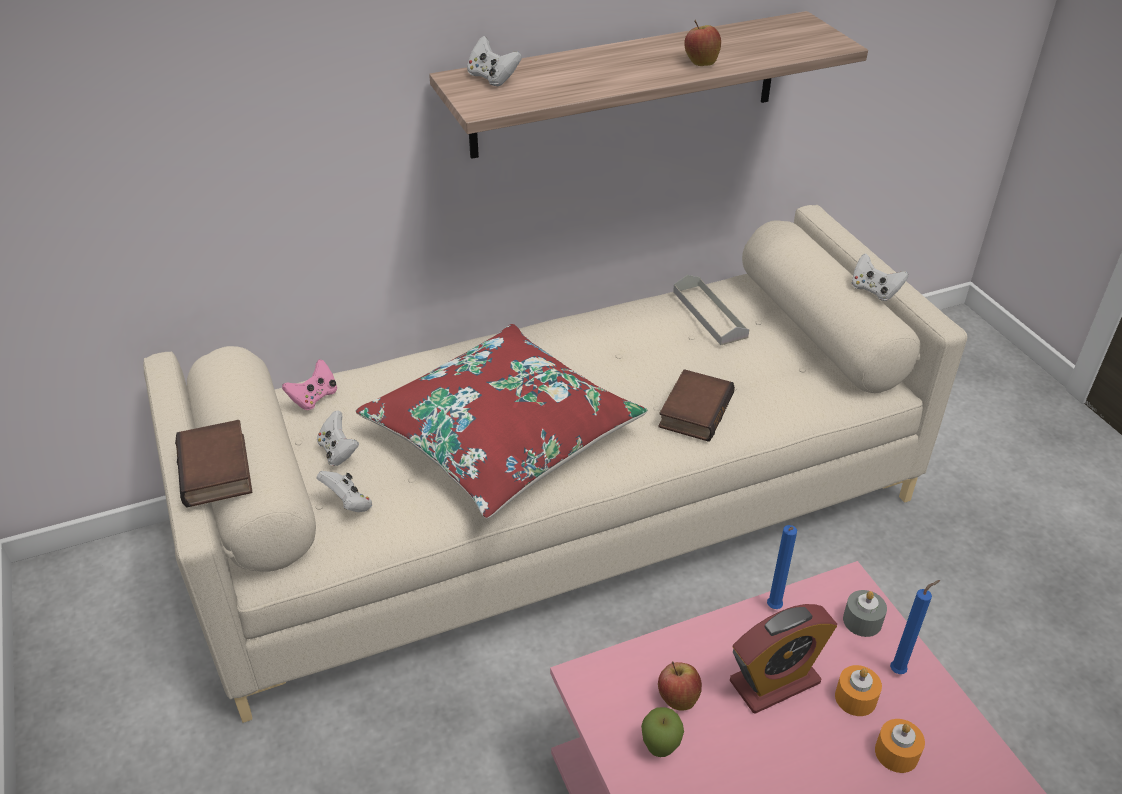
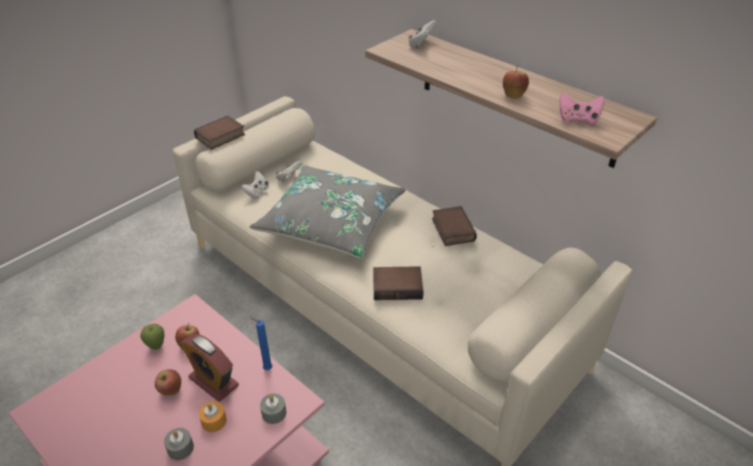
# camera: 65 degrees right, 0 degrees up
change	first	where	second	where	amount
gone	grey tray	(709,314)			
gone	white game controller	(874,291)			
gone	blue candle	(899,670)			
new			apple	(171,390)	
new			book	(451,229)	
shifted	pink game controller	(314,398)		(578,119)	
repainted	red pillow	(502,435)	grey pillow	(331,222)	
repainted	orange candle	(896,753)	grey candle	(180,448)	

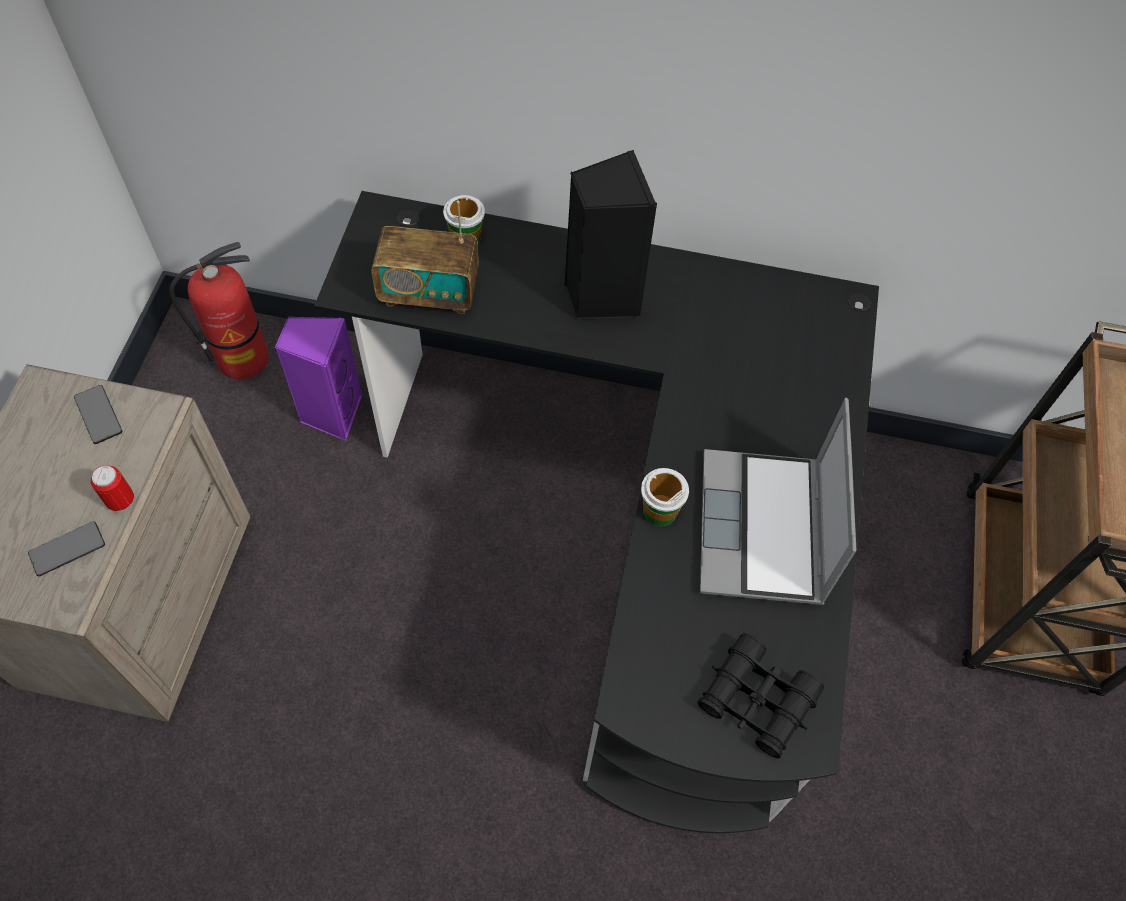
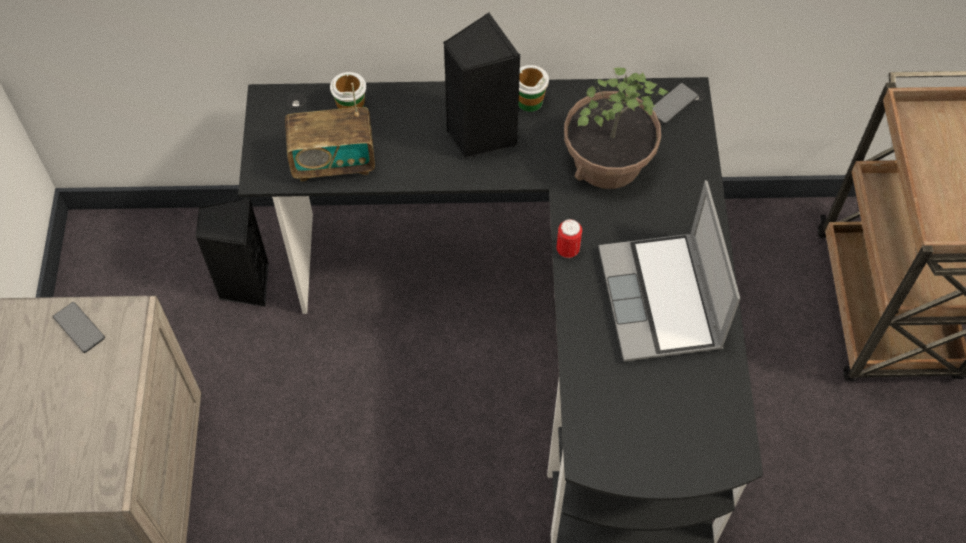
# camera: 10 degrees left, 0 degrees up
change	first	where	second	where	amount
gone	fire extinguisher	(243,359)			
gone	black binoculars	(757,700)			
new			potted plant	(607,161)	
shifted	phone	(67,549)		(673,104)	
shifted	can	(121,501)		(567,250)	
shifted	cup	(659,510)		(529,101)	
repainted	purple speaker	(331,412)	black speaker	(244,284)	

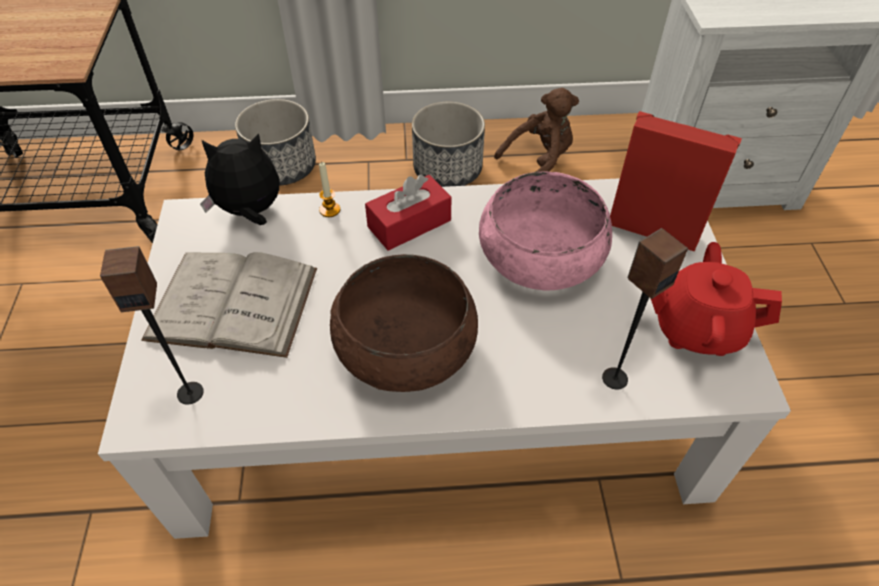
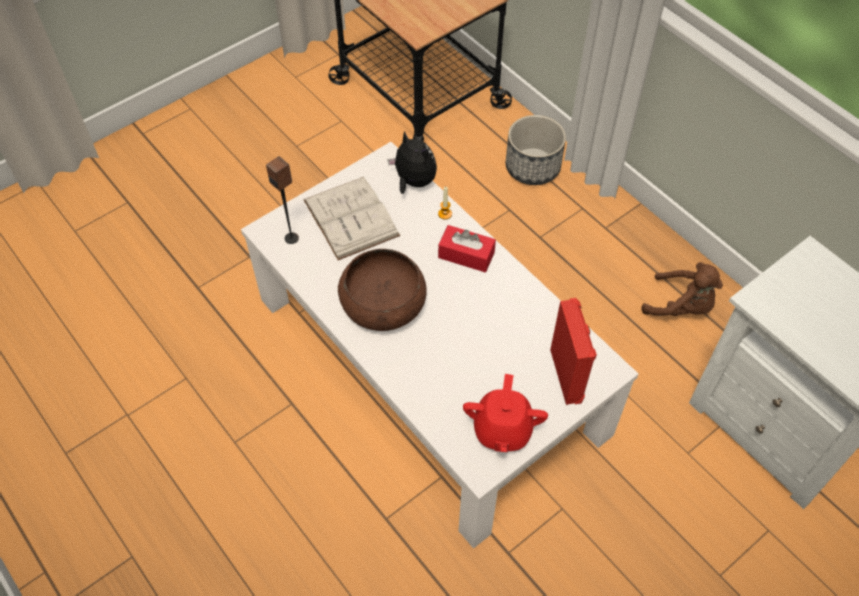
# camera: 55 degrees right, 5 degrees up
change	first	where	second	where	amount
gone	planter	(447,169)			
gone	pink bowl	(541,254)			
gone	speaker	(614,378)			
rotated	red teapot	(696,329)		(502,430)	150 degrees counterclockwise

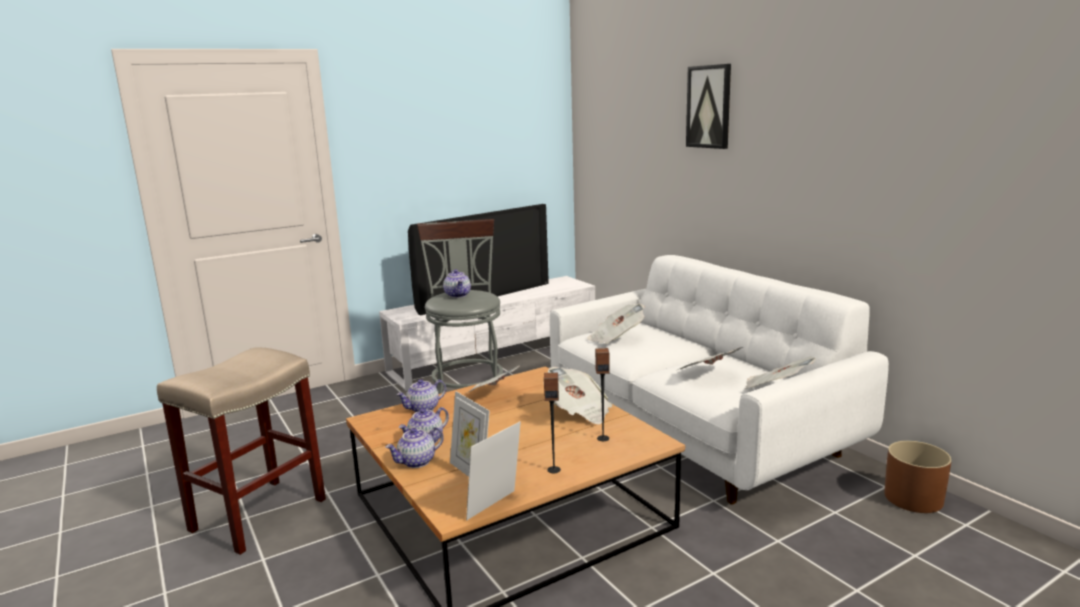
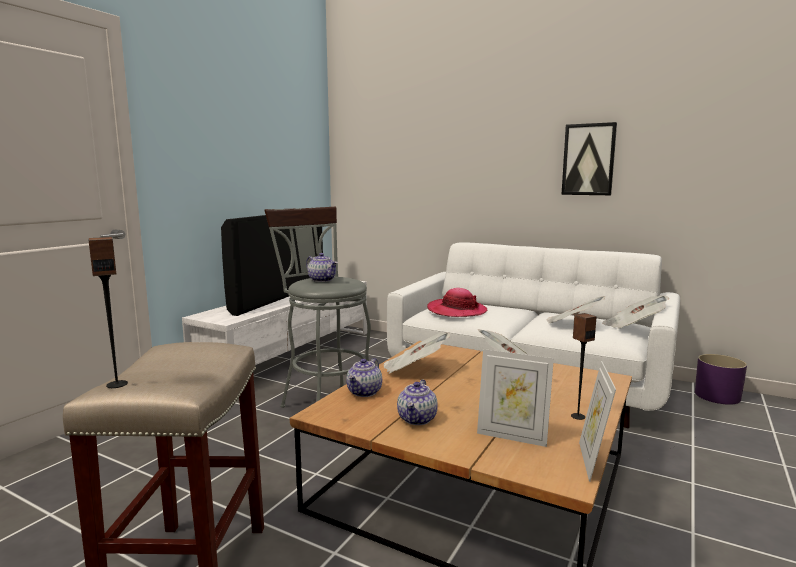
# camera: 30 degrees left, 5 degrees down
change	first	where	second	where	amount
gone	teapot	(417,462)			
shifted	speaker	(603,438)		(117,384)	
shifted	picture	(709,107)		(588,159)	
swapped	newspaper	(616,338)	hat	(456,311)	
repainted	brown planter	(914,498)	purple planter	(717,396)	

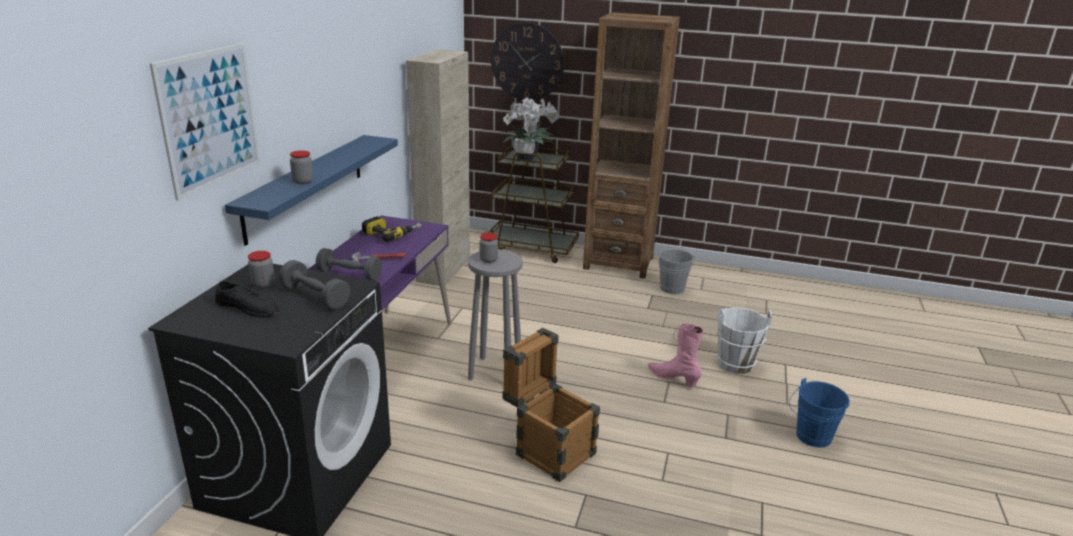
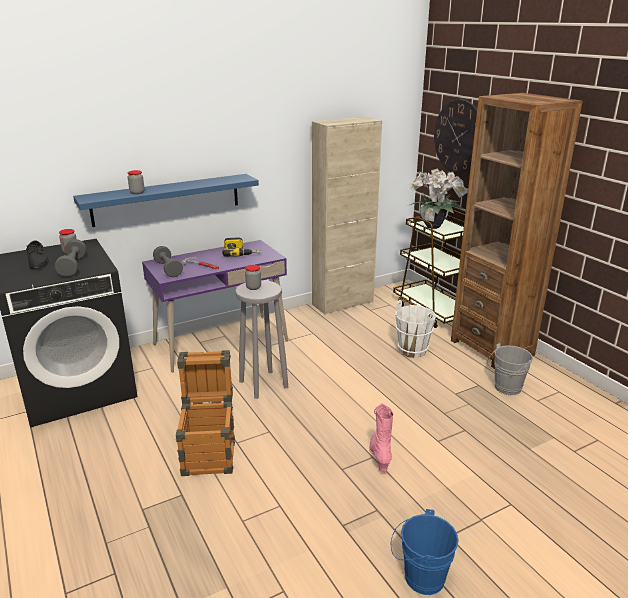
# camera: 45 degrees right, 0 degrees up
change	first	where	second	where	amount
gone	picture	(210,118)			
shifted	white bucket	(735,364)		(412,350)	

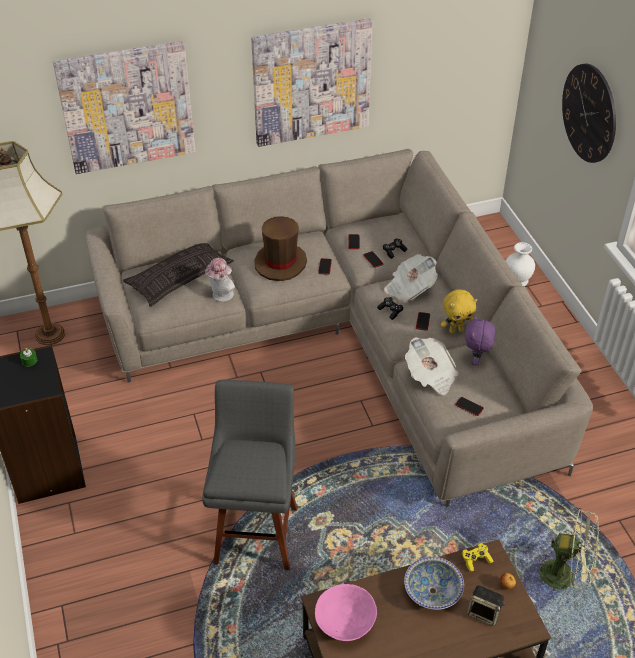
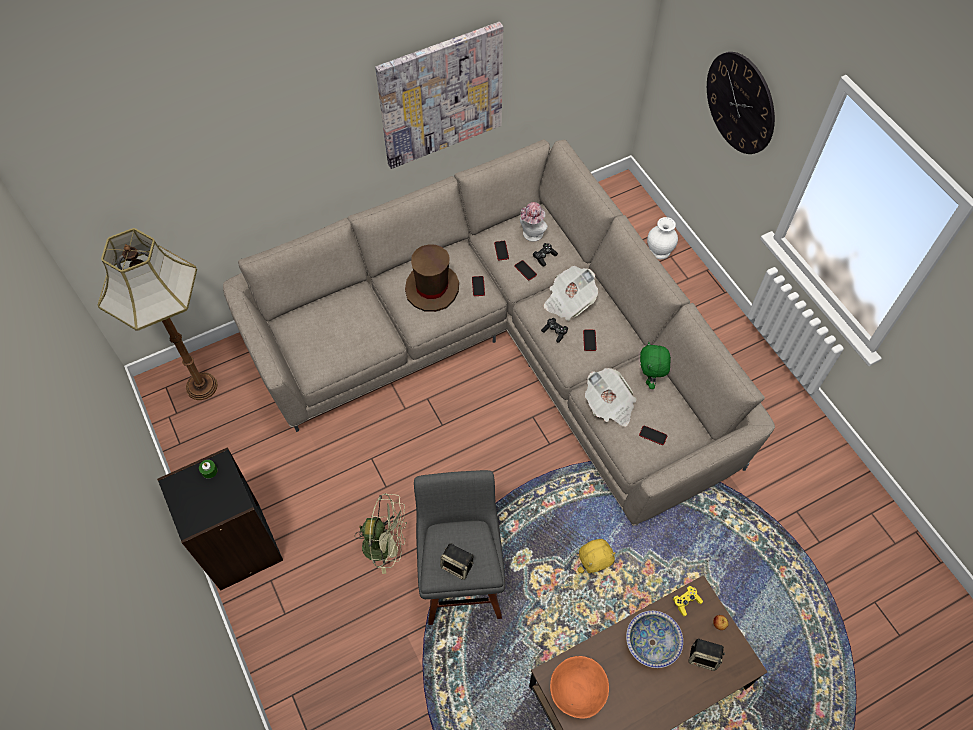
# camera: 10 degrees left, 15 degrees up
change	first	where	second	where	amount
gone	picture	(127,107)			
gone	pillow	(179,277)			
new			speaker	(458,566)	
shifted	hat	(221,296)		(531,235)	
shifted	yellow plush toy	(456,330)		(593,567)	
shifted	green fan	(565,576)		(385,545)	
repainted	pink bowl	(345,621)	orange bowl	(578,690)	
repainted	purple plush toy	(476,360)	green plush toy	(650,379)	

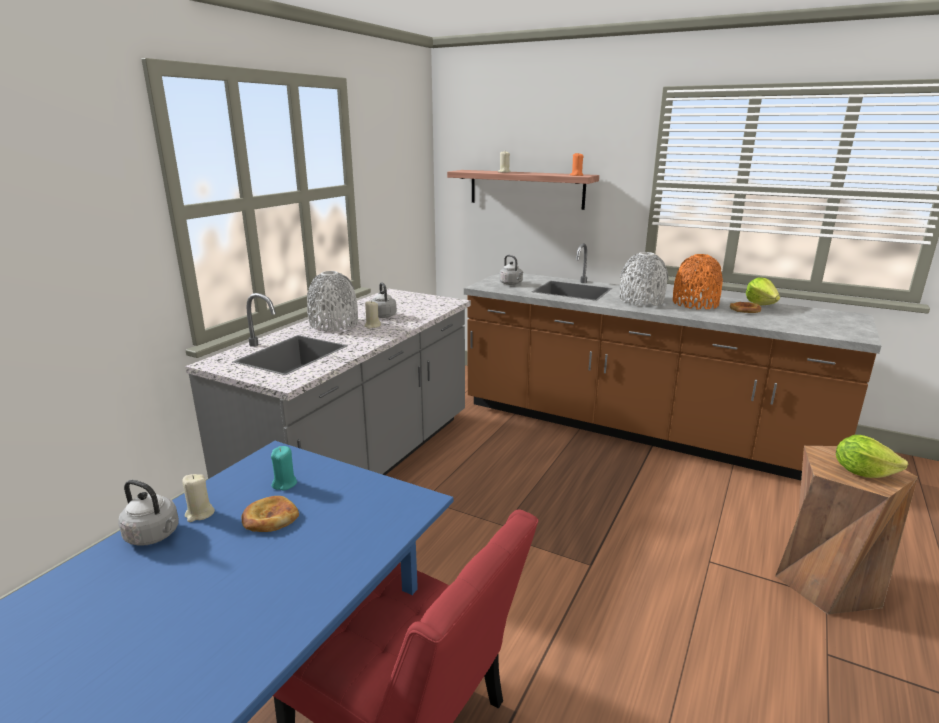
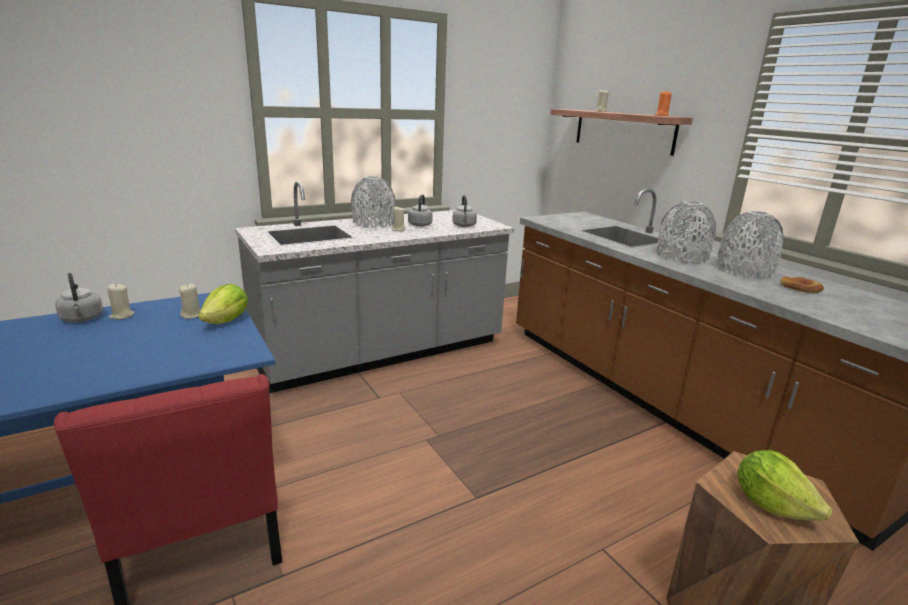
# camera: 30 degrees right, 0 degrees up
change	first	where	second	where	amount
gone	bread	(270,518)			
shifted	grey kettle	(512,284)		(464,226)	
shifted	lettuce	(760,304)		(227,321)	
repainted	turquoise candle	(284,484)	beige candle	(192,315)	
repainted	orange vase	(695,303)	grey vase	(744,270)	

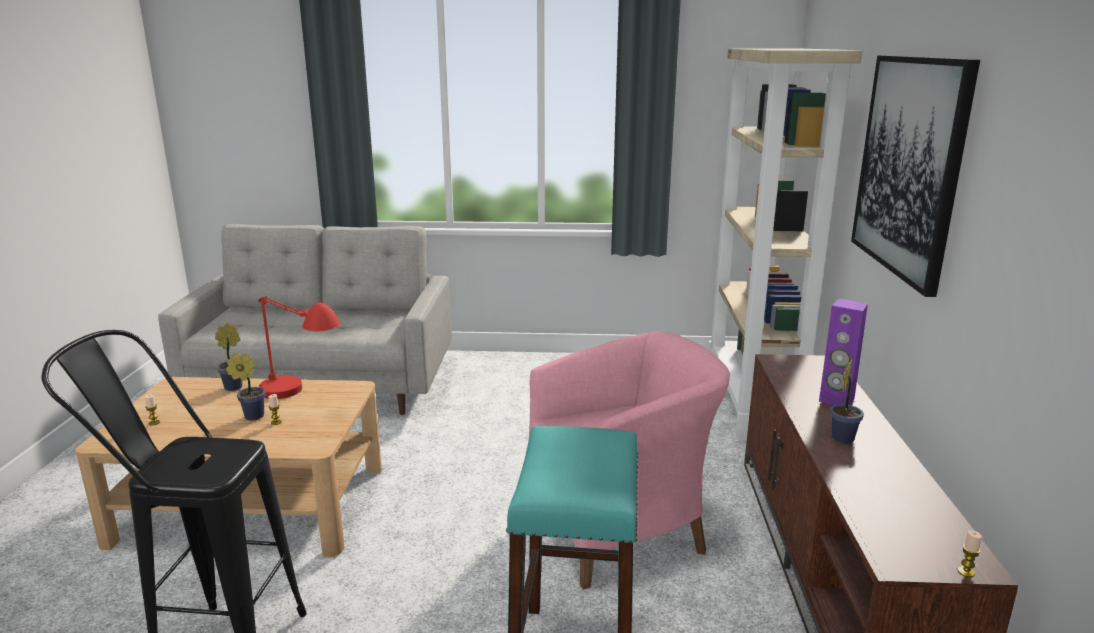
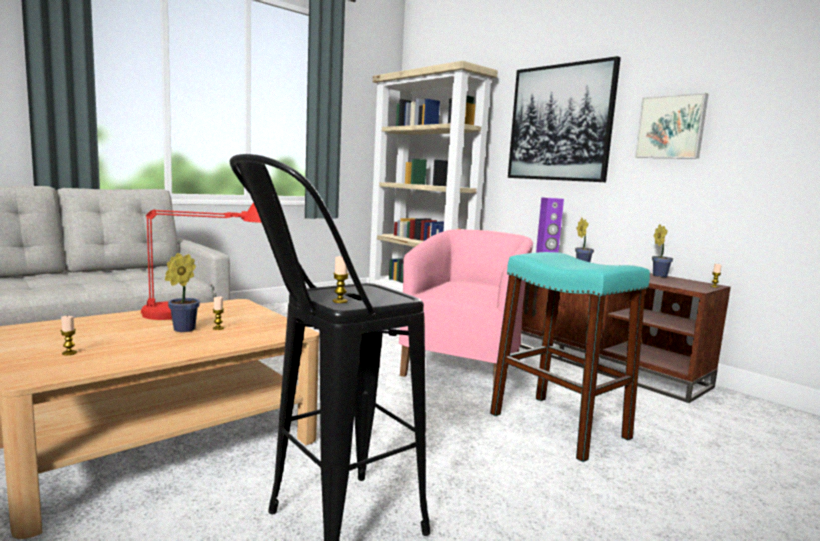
# camera: 45 degrees left, 10 degrees down
change	first	where	second	where	amount
new			candle	(340,301)	
new			picture	(671,127)	
shifted	potted plant	(235,386)		(658,276)	

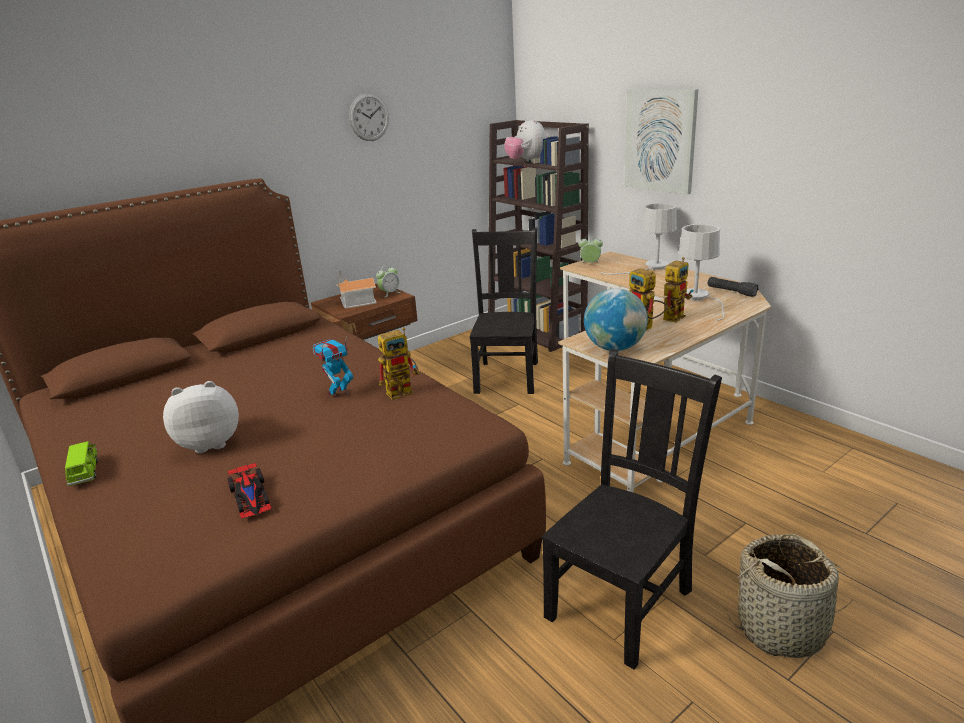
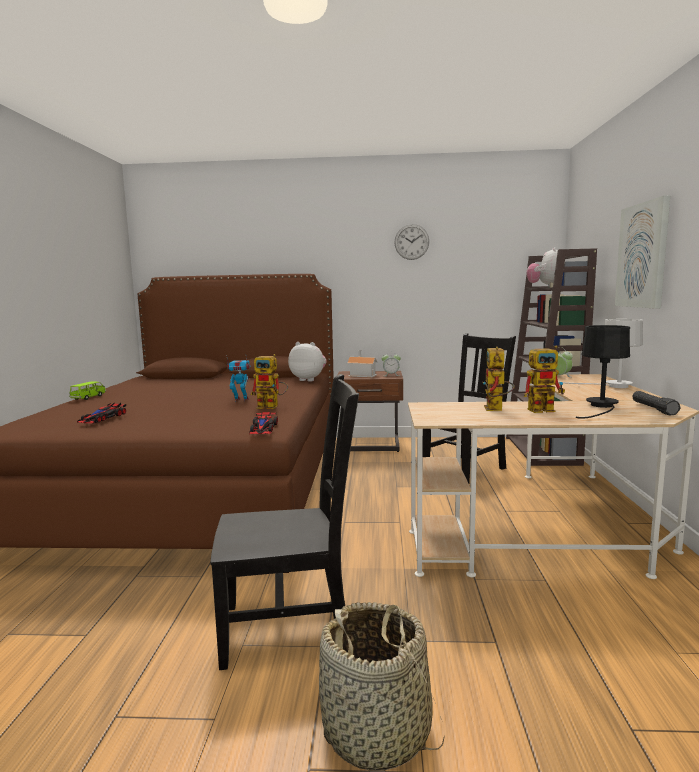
# camera: 40 degrees right, 15 degrees down
change	first	where	second	where	amount
gone	globe	(614,348)			
new			toy car	(263,428)	
shifted	plush toy	(210,443)		(309,379)	
repainted	white table lamp	(699,299)	black table lamp	(601,407)	

